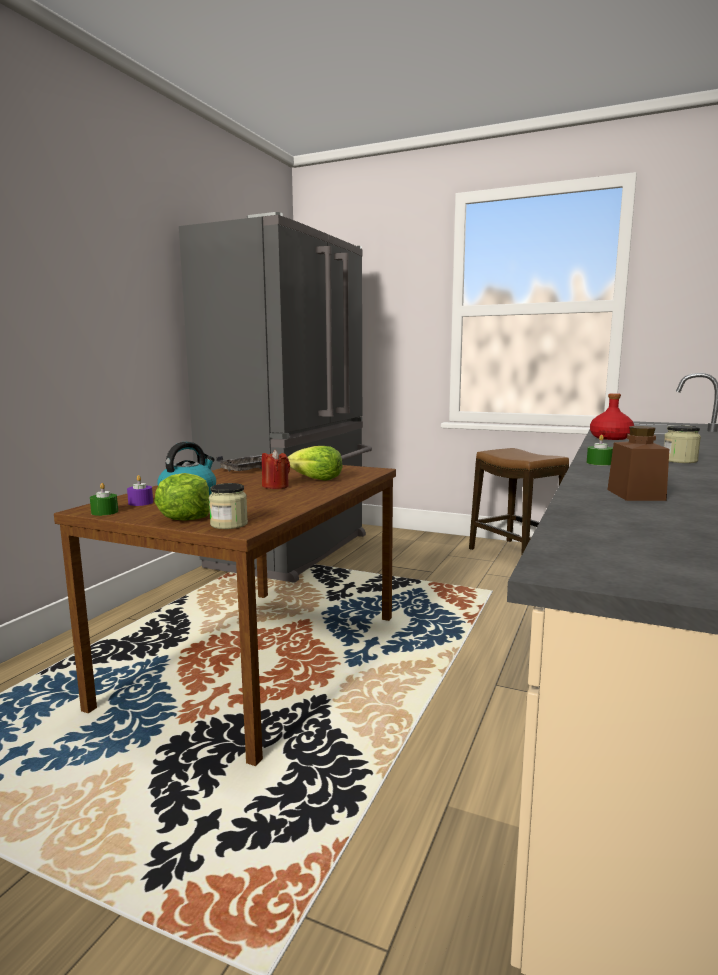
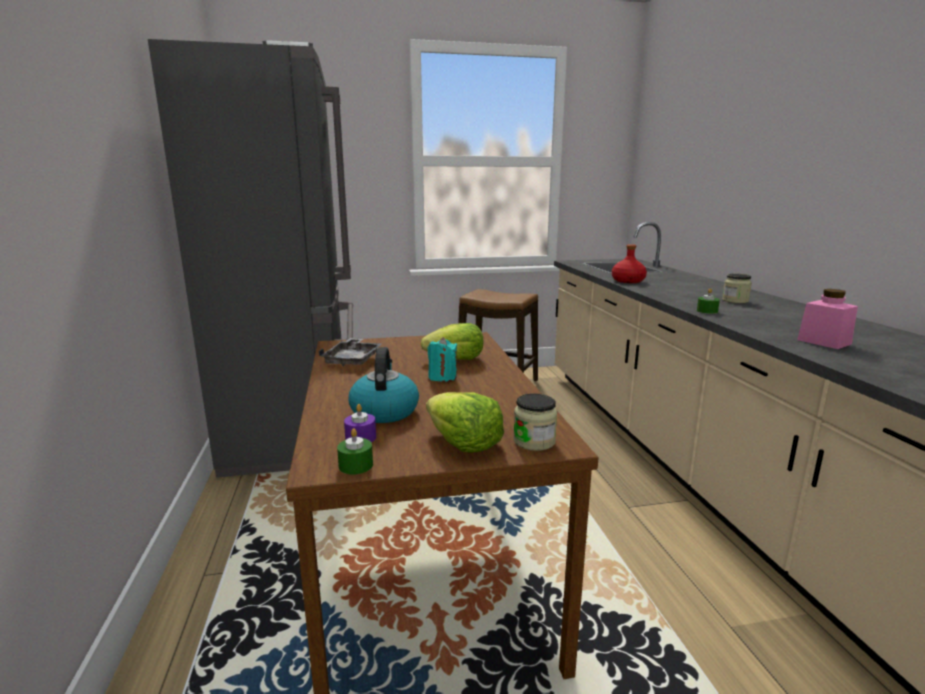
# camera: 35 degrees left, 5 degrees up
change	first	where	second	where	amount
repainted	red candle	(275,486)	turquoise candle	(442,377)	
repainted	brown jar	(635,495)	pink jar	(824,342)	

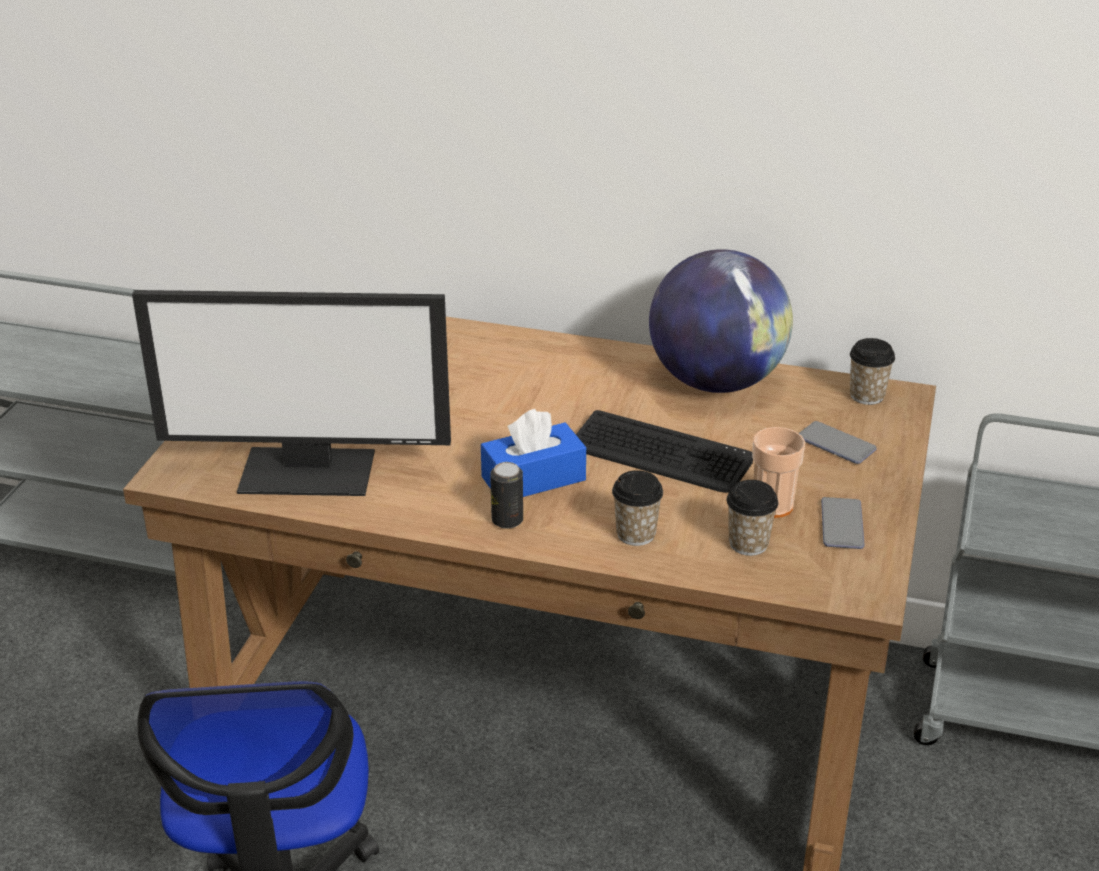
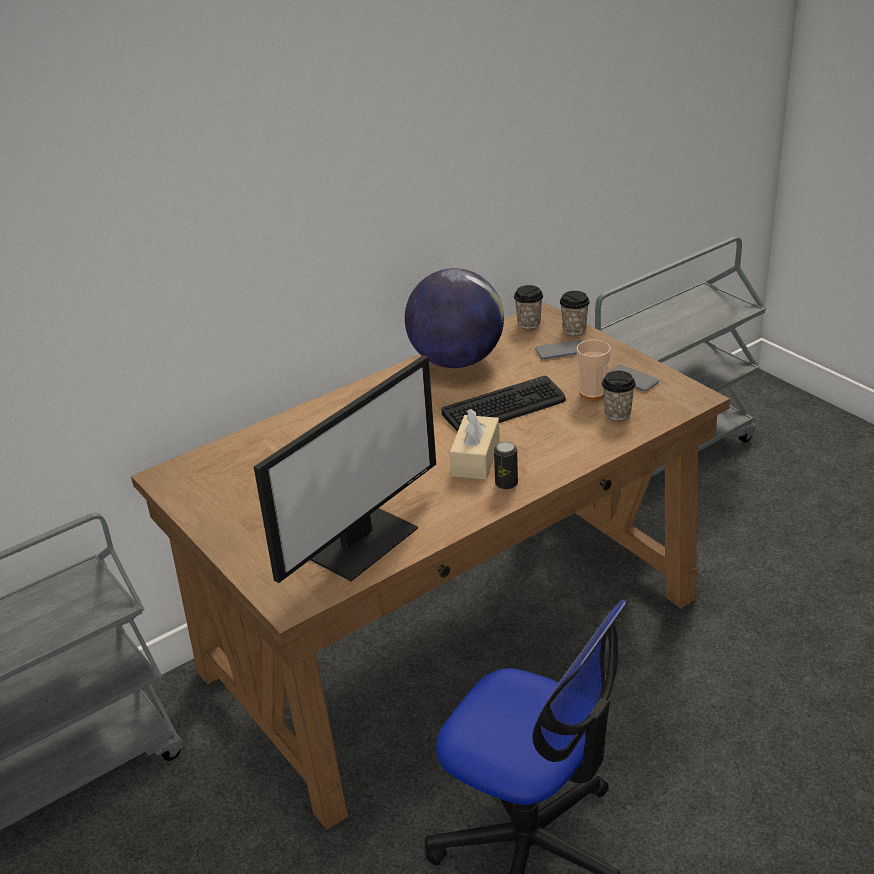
# camera: 50 degrees left, 0 degrees up
change	first	where	second	where	amount
shifted	cup	(636,534)		(574,329)	
repainted	blue tissue box	(533,478)	beige tissue box	(475,458)	

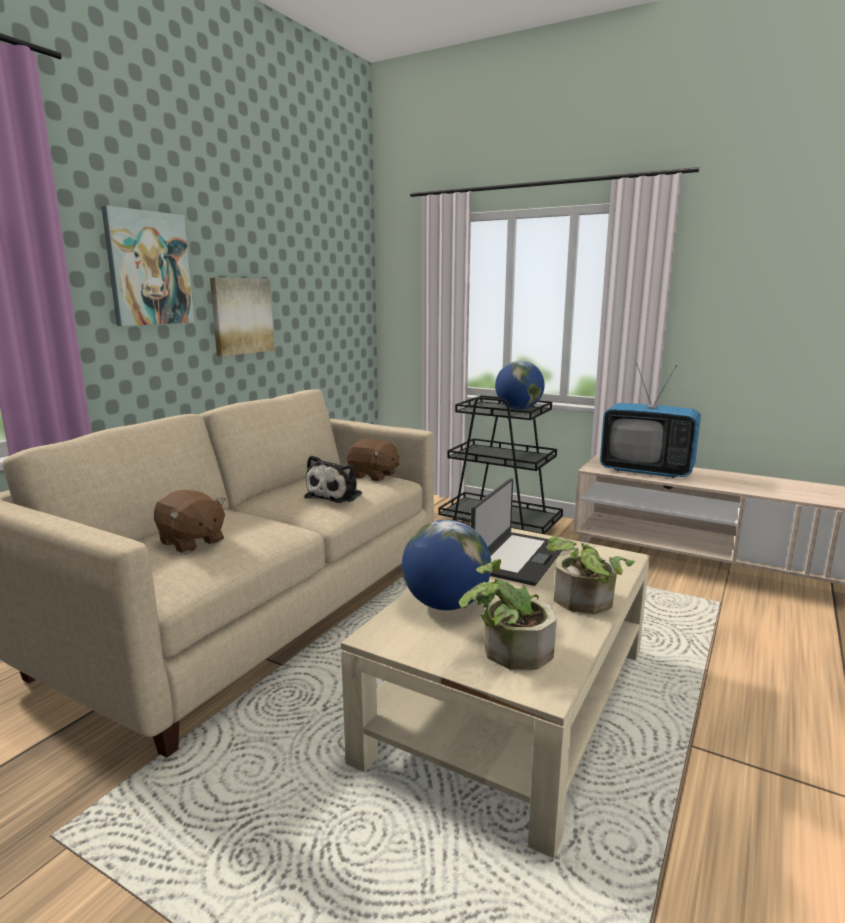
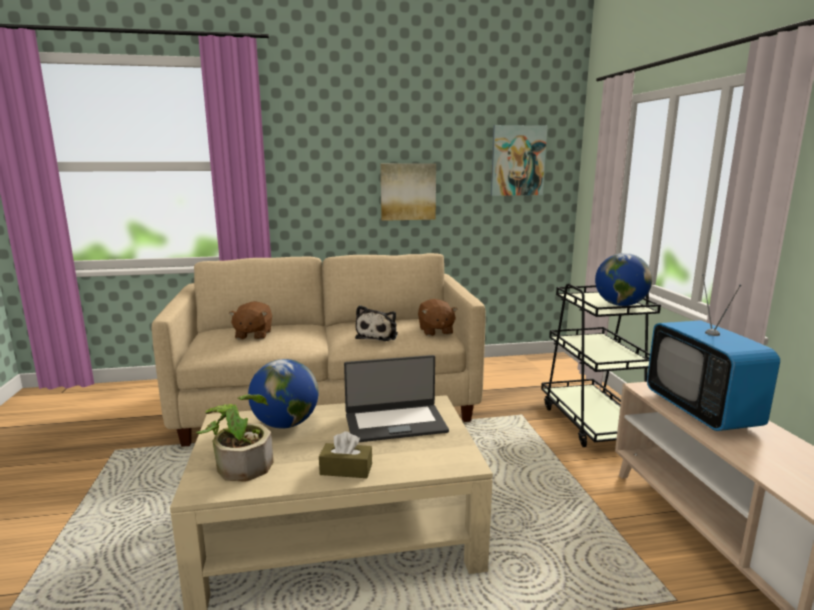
# camera: 50 degrees right, 0 degrees up
change	first	where	second	where	amount
shifted	picture	(149,268)		(517,161)	
swapped	potted plant	(584,603)	brown tissue box	(346,469)	
rotated	plush toy	(336,495)		(378,335)	60 degrees counterclockwise

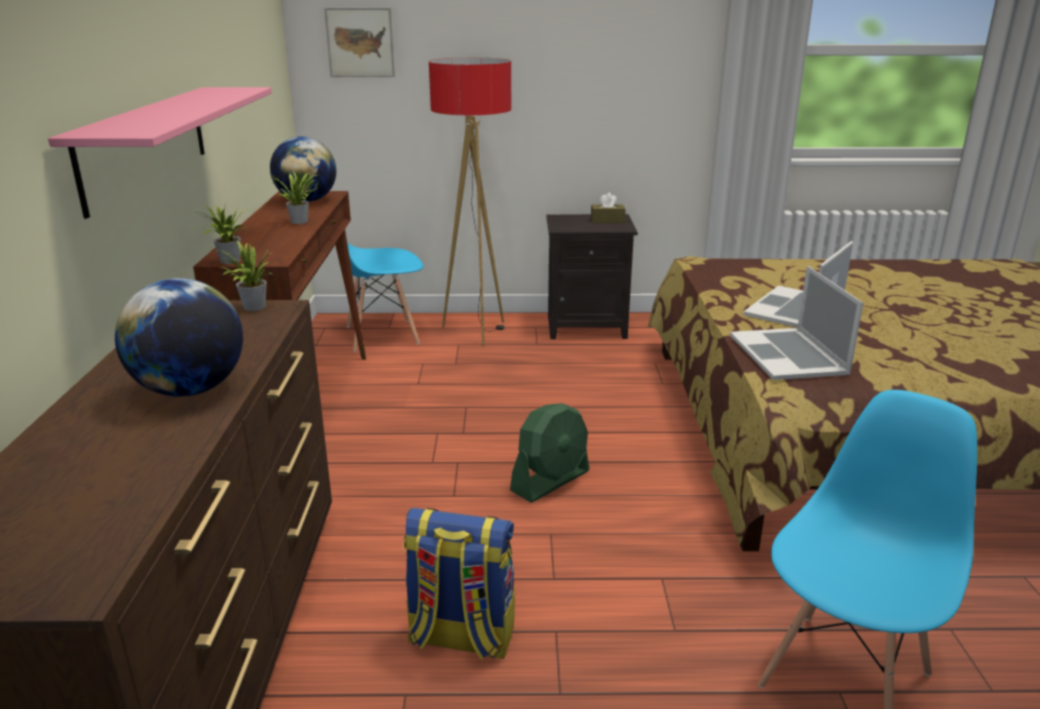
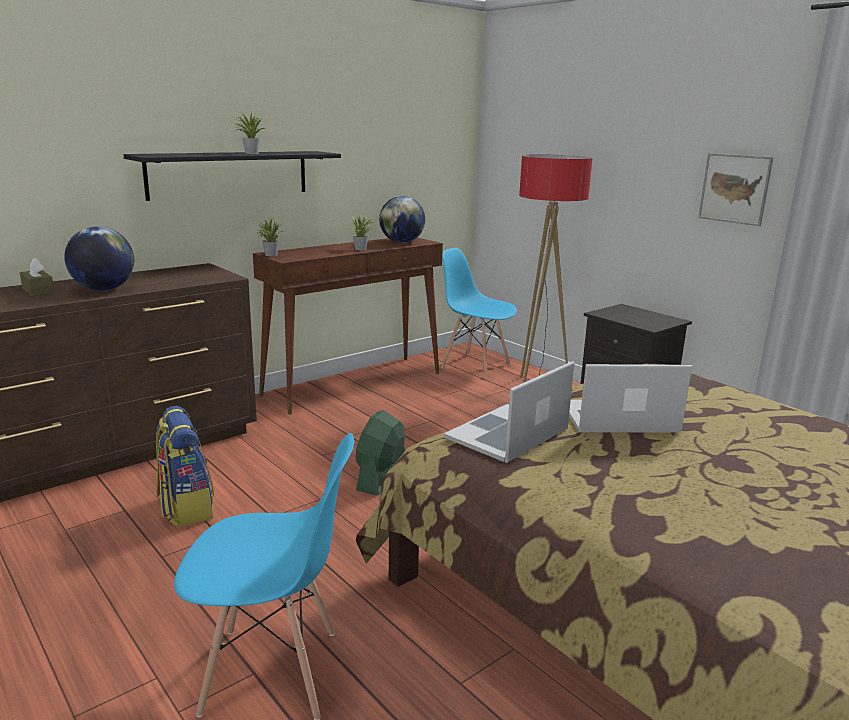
# camera: 50 degrees right, 5 degrees down
change	first	where	second	where	amount
shifted	potted plant	(251,308)		(250,153)	
shifted	picture	(360,42)		(734,188)	
shifted	brown tissue box	(607,220)		(38,291)	
repainted	pink shelf	(146,145)	black shelf	(229,174)	
rotated	green fan	(550,481)		(381,478)	105 degrees clockwise

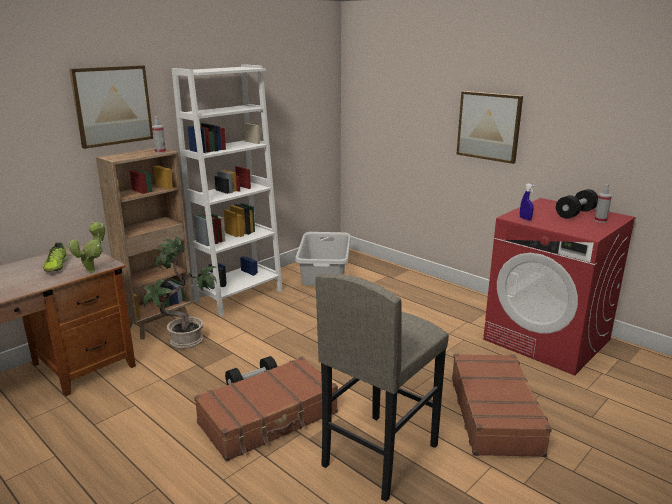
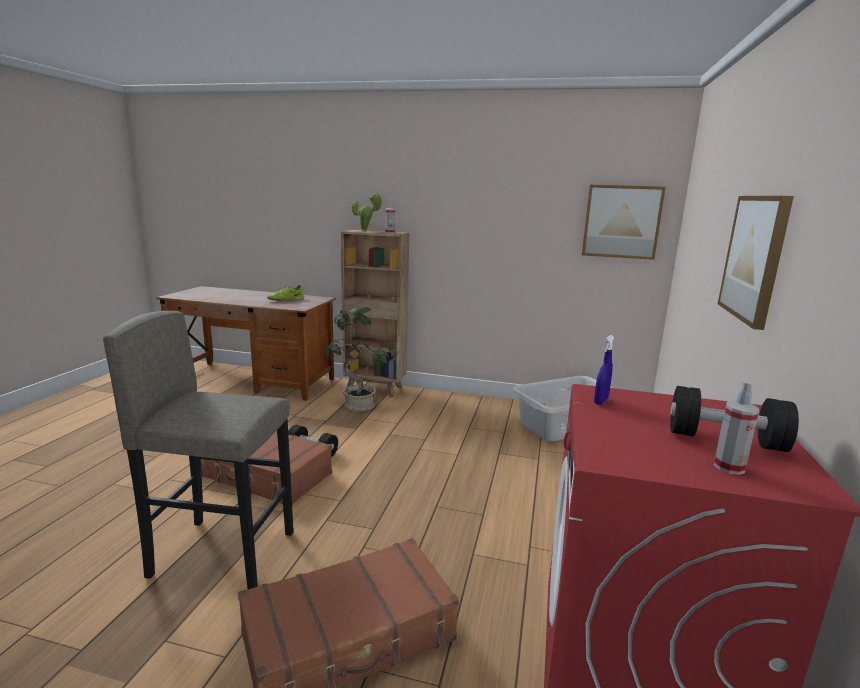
# camera: 60 degrees right, 5 degrees down
change	first	where	second	where	amount
gone	white bookcase	(239,296)			
shifted	potted plant	(93,270)		(366,230)	
shifted	picture	(112,105)		(621,222)	

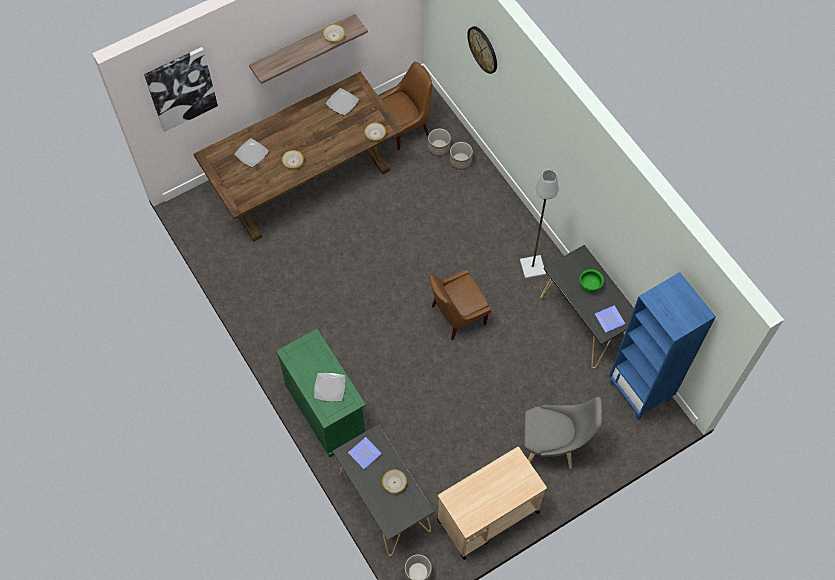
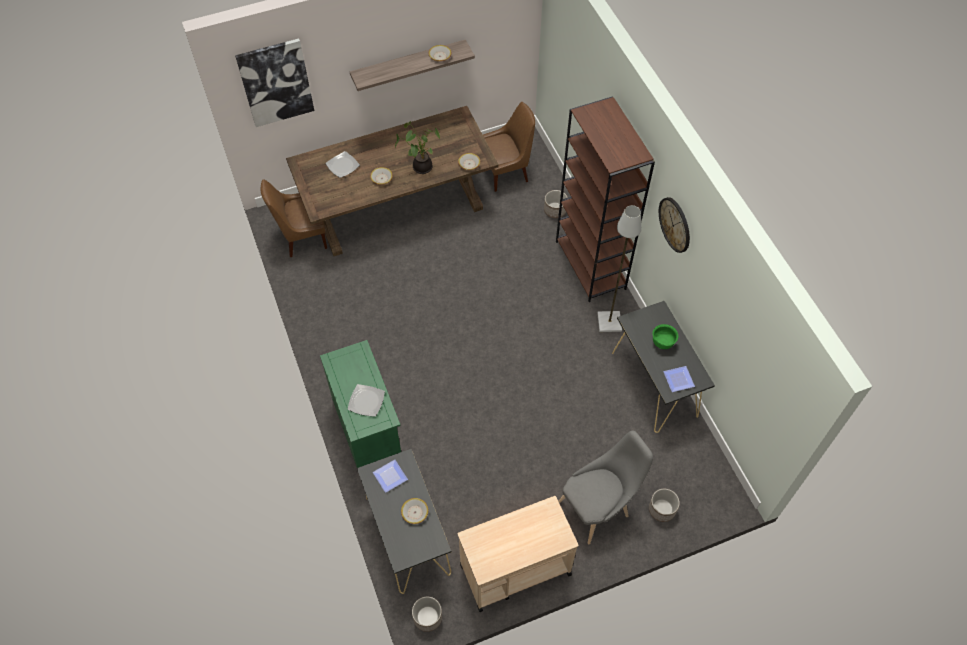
# camera: 10 degrees right, 5 degrees down
change	first	where	second	where	amount
gone	plate	(342,102)			
gone	blue bookcase	(640,391)			
new			potted plant	(421,166)	
new			brown bookcase	(591,265)	
shifted	planter	(439,148)		(661,510)	
shifted	brown chair	(456,316)		(302,237)	
shifted	wall clock	(483,49)		(675,224)	
rotated	grey chair	(552,446)		(598,507)	45 degrees counterclockwise

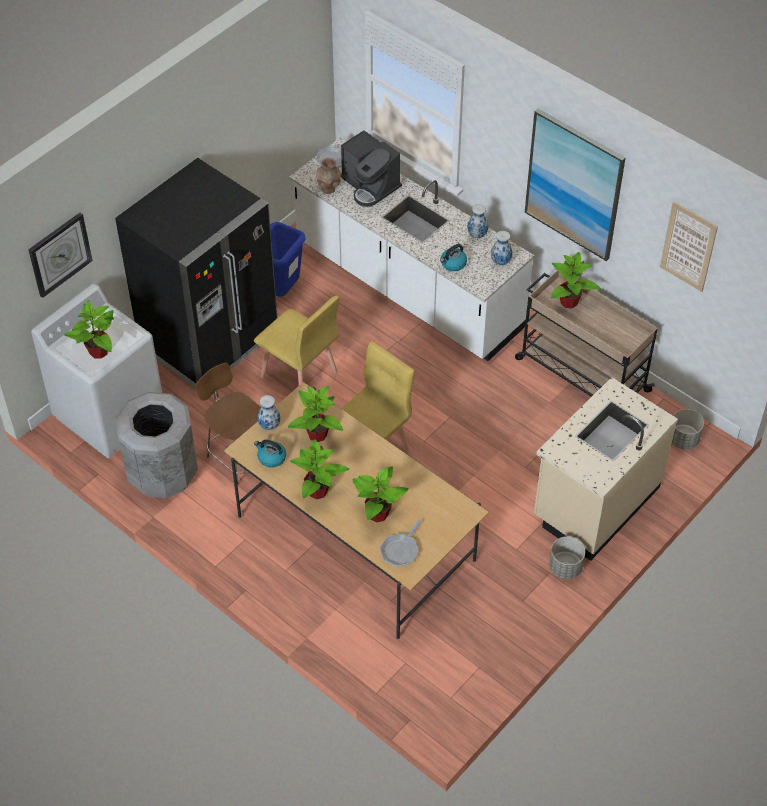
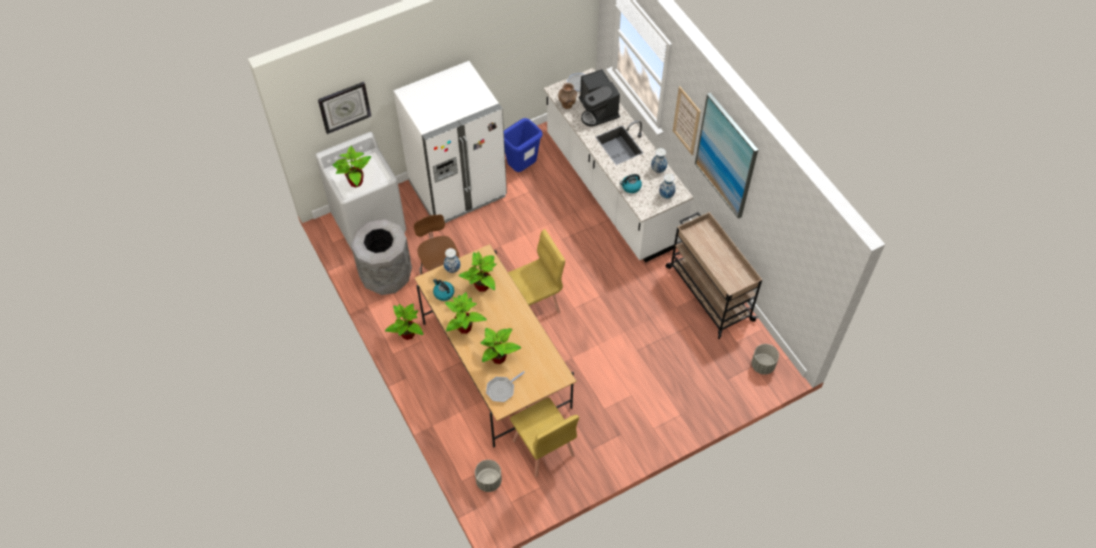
# camera: 20 degrees right, 5 degrees up
change	first	where	second	where	amount
gone	beige counter	(595,502)			
shifted	yellow chair	(299,375)		(543,448)	
shifted	grey planter	(565,568)		(489,481)	
shifted	potted plant	(569,302)		(408,334)	
shifted	picture	(688,246)		(686,121)	
repainted	black fridge	(209,340)	white fridge	(457,189)	

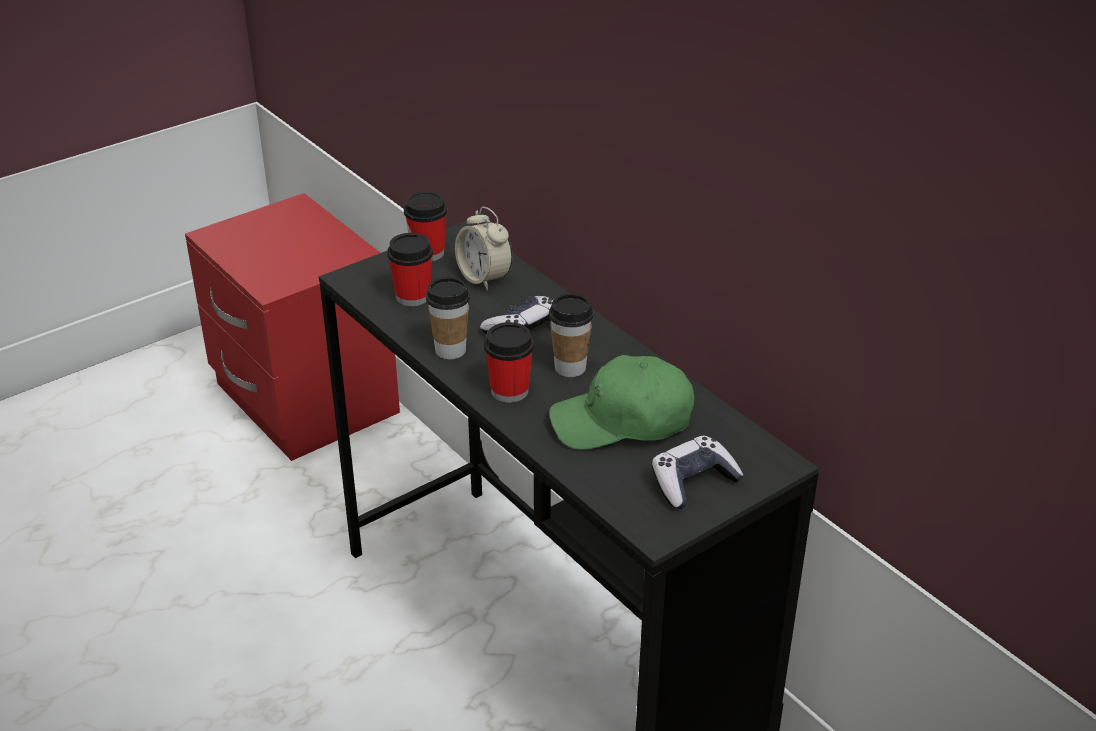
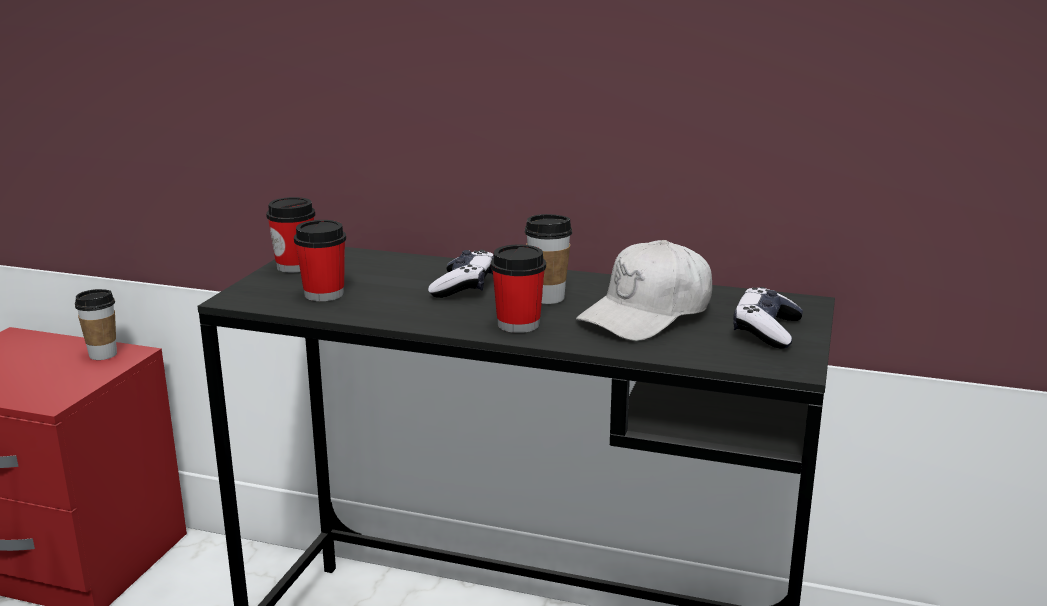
# camera: 35 degrees left, 15 degrees down
change	first	where	second	where	amount
gone	alarm clock	(484,278)			
shifted	cup	(450,350)		(103,355)	
repainted	green cap	(622,421)	white cap	(647,315)	

